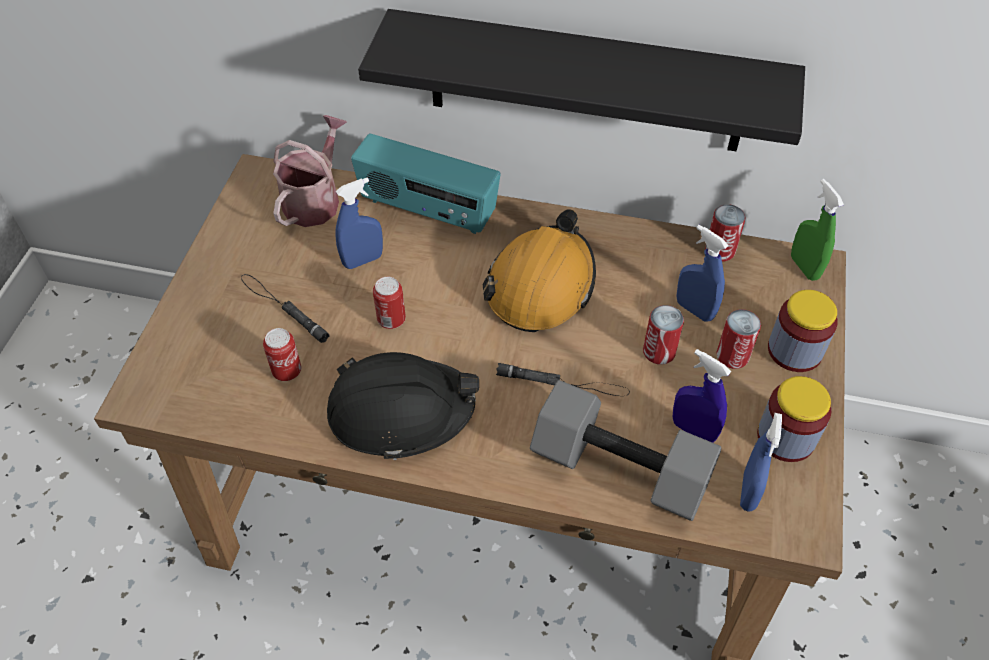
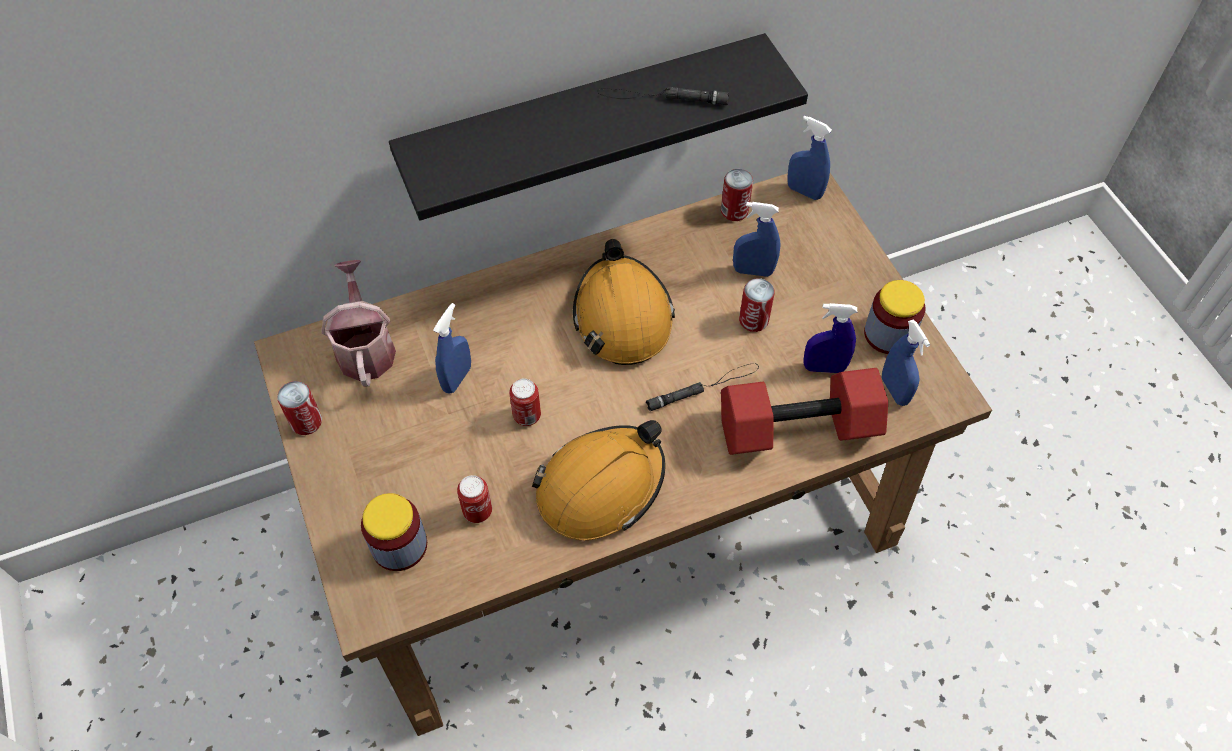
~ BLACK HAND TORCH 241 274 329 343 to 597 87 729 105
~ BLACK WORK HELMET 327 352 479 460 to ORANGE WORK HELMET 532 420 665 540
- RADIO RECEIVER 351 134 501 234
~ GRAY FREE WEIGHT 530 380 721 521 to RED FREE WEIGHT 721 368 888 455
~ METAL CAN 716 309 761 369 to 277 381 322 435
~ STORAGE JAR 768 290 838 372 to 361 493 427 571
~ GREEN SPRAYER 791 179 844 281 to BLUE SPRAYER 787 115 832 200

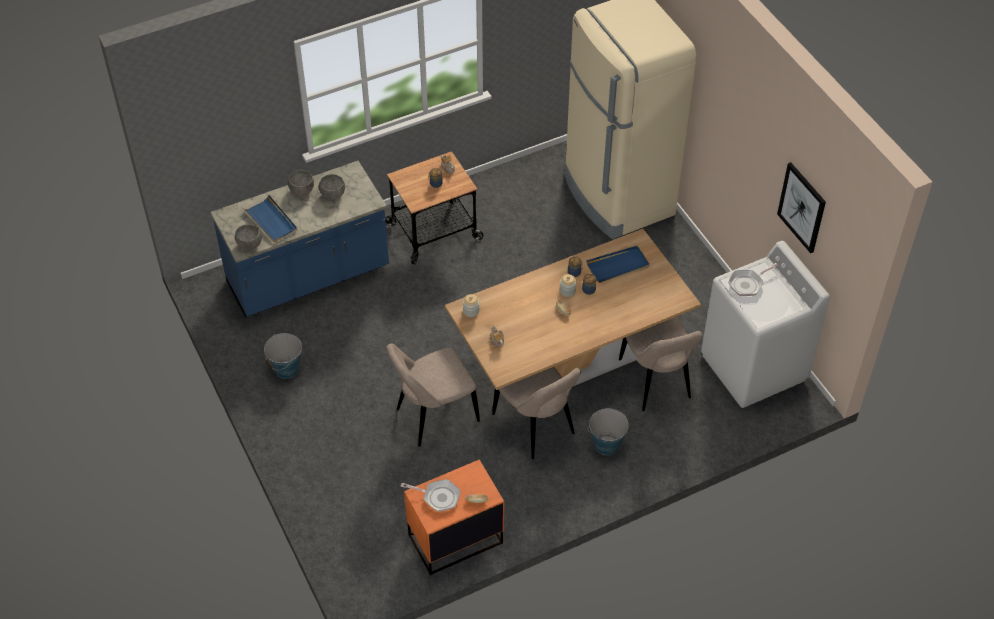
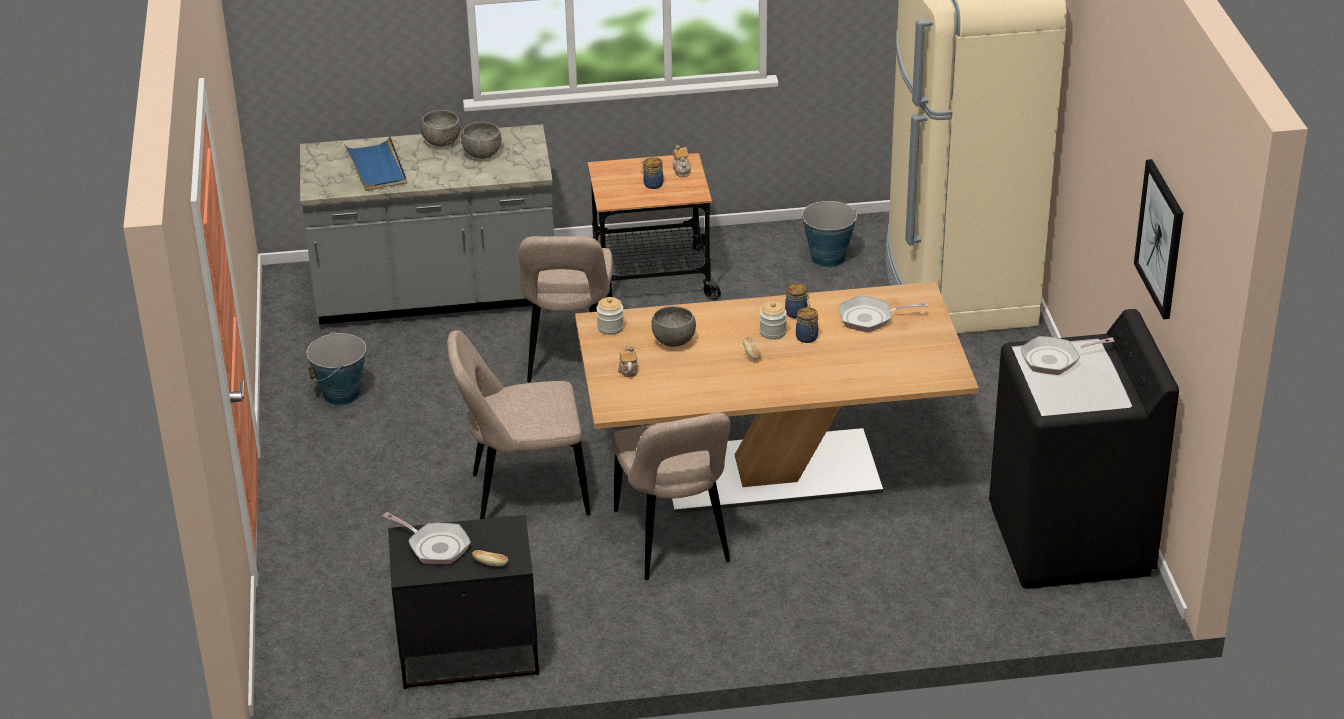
~ BLUE KITCHEN COUNTER 210 161 389 318 to GRAY KITCHEN COUNTER 300 124 554 325
~ GRAY BOWL 235 224 262 250 to 651 306 696 347
~ ORANGE NIGHTSTAND 404 459 504 575 to BLACK NIGHTSTAND 388 515 539 689
~ BLUE CARRYING TRAY 586 246 650 283 to PAN 839 296 928 332
~ WATER BUCKET 588 408 629 455 to 800 201 857 268
~ BEIGE-COLOURED UPRIGHT CHAIR 619 317 703 411 to 519 236 613 382
~ WHITE-COLOURED WASHING MACHINE 701 241 830 408 to BLACK WASHING MACHINE 989 309 1179 589

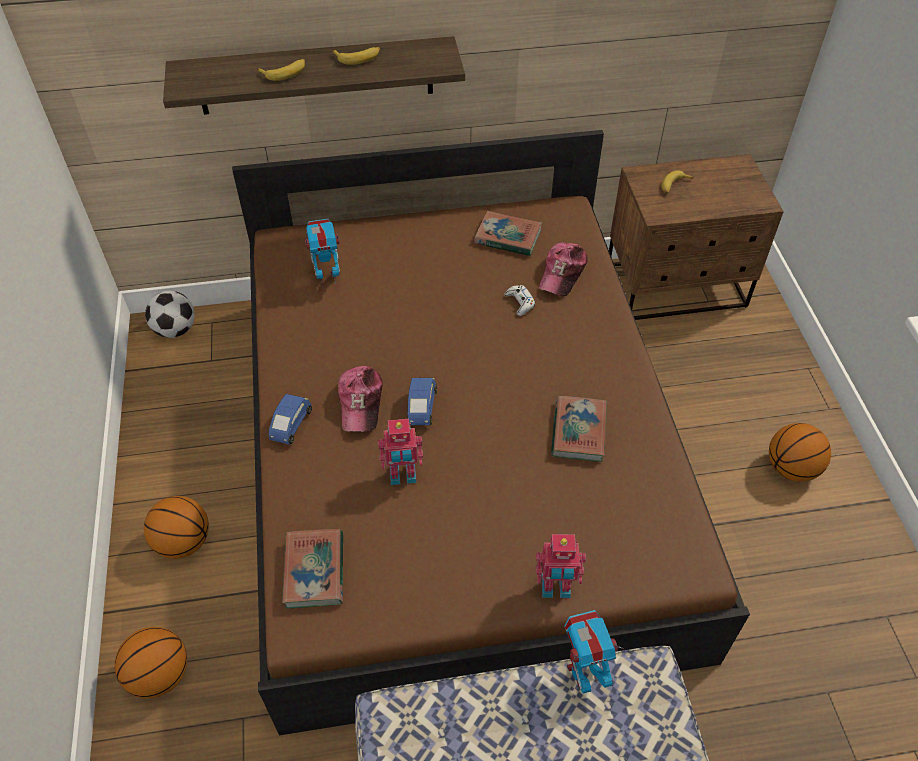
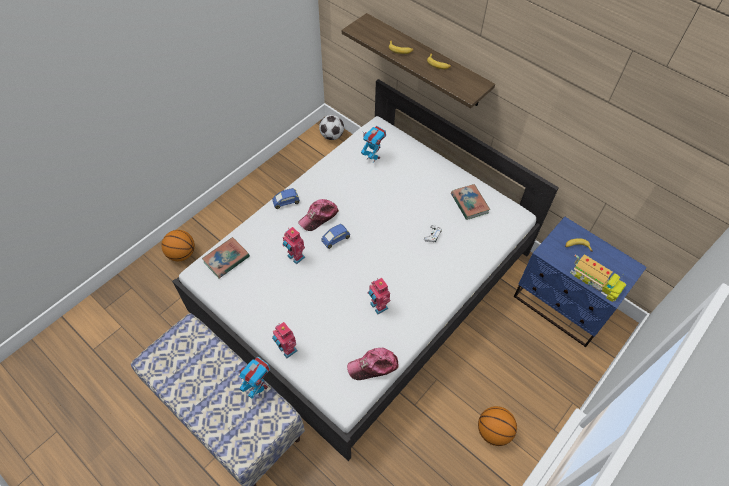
- BASKETBALL 144 496 209 559
~ BROWNISH SLEEPING BED 232 130 750 736 to WHITE-COLOURED SLEEPING BED 172 79 559 461
~ PEAKED CAP 539 243 588 296 to 347 348 399 380
~ BOUND BOOK 551 396 607 462 to MODEL ROBOT 368 278 390 315
~ BROWNISH NIGHTSTAND 609 154 784 320 to BLUE NIGHTSTAND 514 217 647 347
+ MODEL TRUCK 570 254 626 302

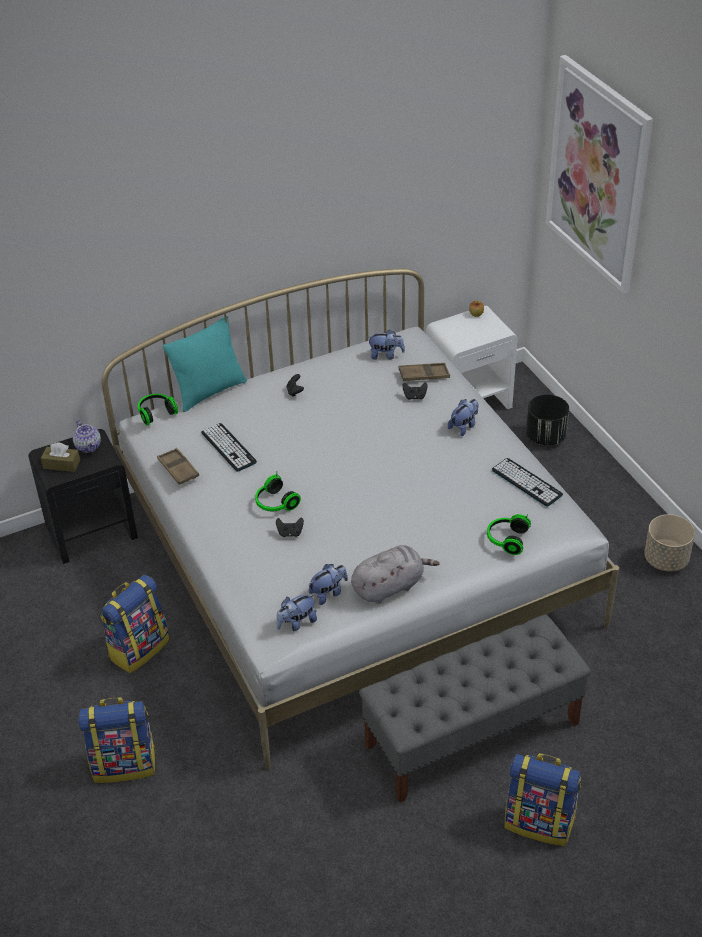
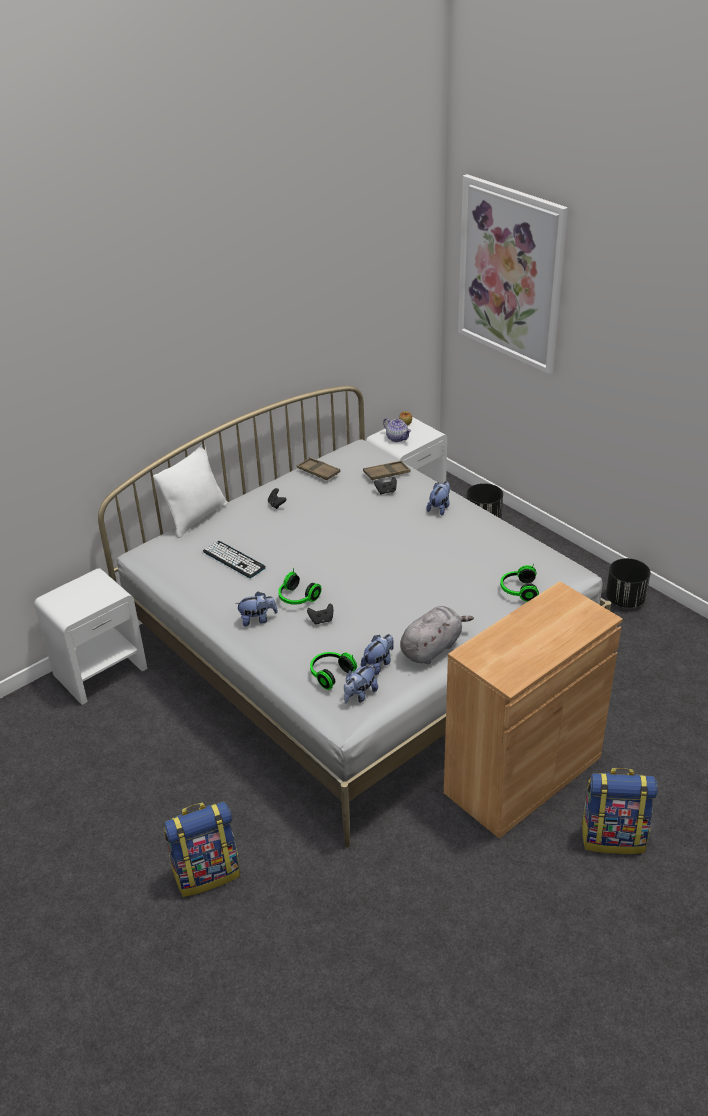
~ BLACK NIGHTSTAND 28 429 138 564 to WHITE-COLOURED NIGHTSTAND 34 568 147 705
- BROWNISH BOX OF TISSUES 41 442 80 472
~ POT FOR TEA 73 420 101 453 to 383 418 411 442
- RUCKSACK 100 574 169 673
~ PAIR OF HEADPHONES 138 394 178 426 to 310 652 357 690
~ BROWNISH CARRYING TRAY 157 448 199 485 to 297 457 340 480
~ TURQUOISE-COLOURED THROW PILLOW 163 316 247 412 to WHITE-COLOURED THROW PILLOW 153 443 228 538
~ GRAY LONG SEAT 359 614 591 803 to BROWNISH STORAGE CABINET 444 581 623 838
~ PLUSH TOY 367 329 405 359 to 235 592 278 627
- KEYBOARD 492 458 563 507
~ BEIGE-COLOURED PLANTER 644 514 695 572 to BLACK PLANTER 606 558 650 608

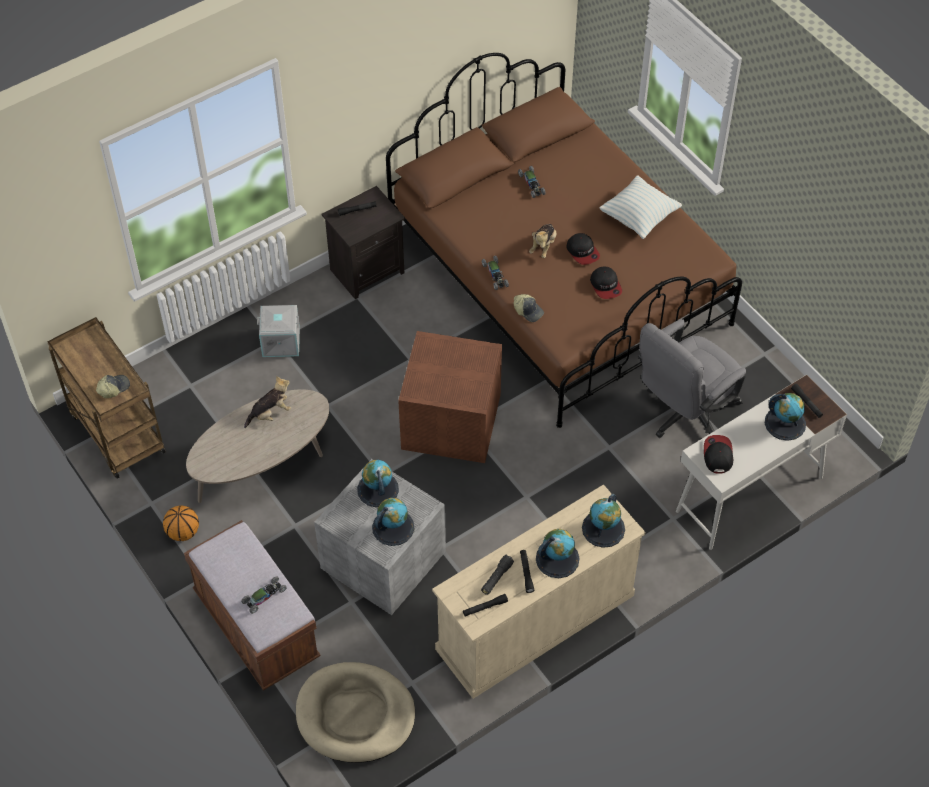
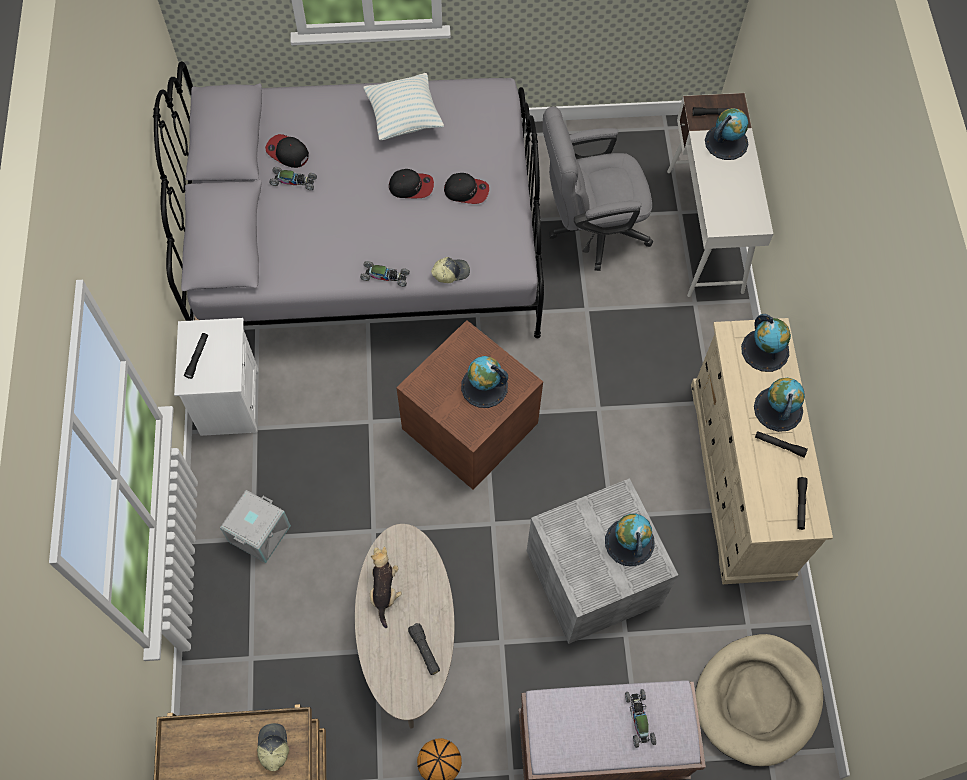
~ BLACK NIGHTSTAND 321 186 405 299 to WHITE-COLOURED NIGHTSTAND 174 318 258 436
~ WORLD GLOBE 357 460 399 507 to 461 356 508 408
~ BROWNISH SLEEPING BED 386 53 742 428 to GRAY SLEEPING BED 153 61 544 338
~ BLACK HAND TORCH 481 555 514 595 to 408 623 440 675
- PLUSH TOY 529 224 557 258
~ GRAY COMPUTER CHAIR 638 319 746 438 = 542 106 653 271 90 degrees clockwise
~ PEAKED CAP 704 435 733 474 to 265 134 309 168

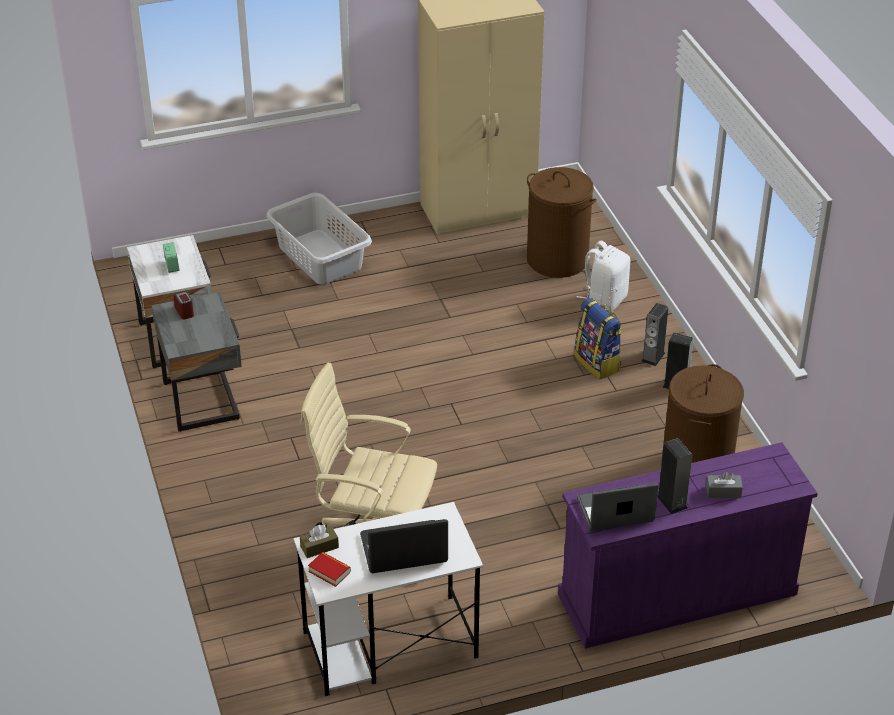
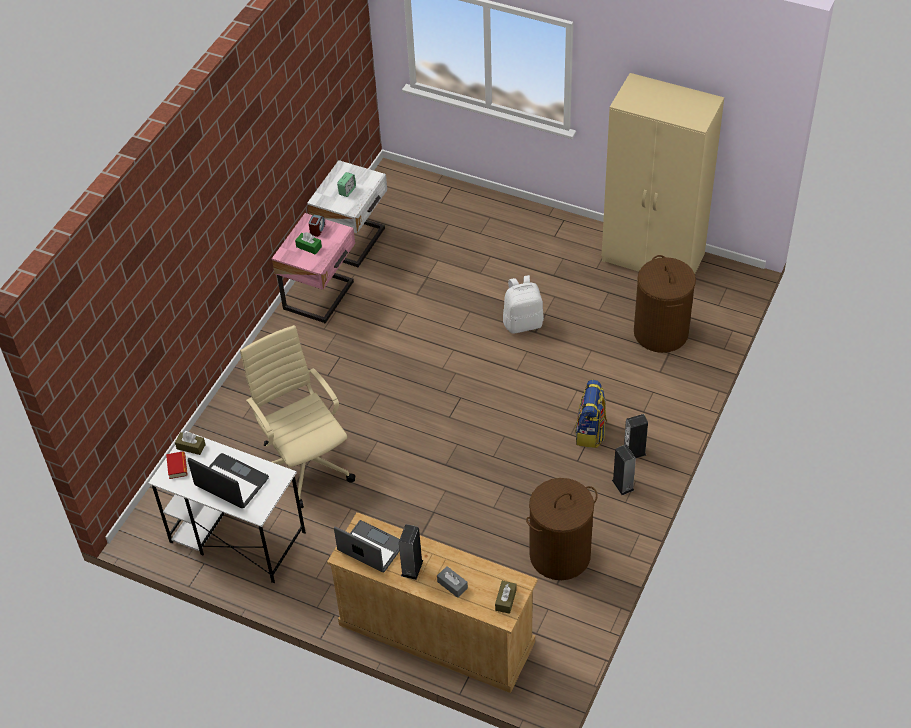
~ GRAY NIGHTSTAND 151 292 242 432 to PINK-COLOURED NIGHTSTAND 272 213 355 323
- GRAY WASHING BASKET 266 193 372 285
~ PURPLE-COLOURED DRAWER CHEST 558 442 818 649 to BEIGE-COLOURED DRAWER CHEST 327 512 538 693
~ WHITE-COLOURED RUCKSACK 577 241 630 313 to 503 275 544 334
+ GREEN BOX OF TISSUES 295 232 322 255
+ BROWNISH BOX OF TISSUES 495 581 517 614

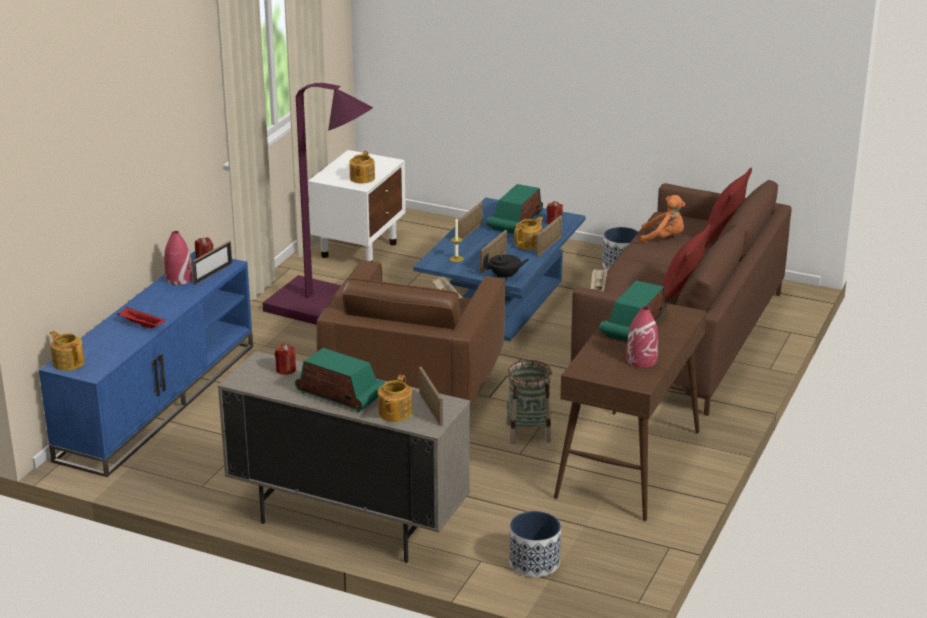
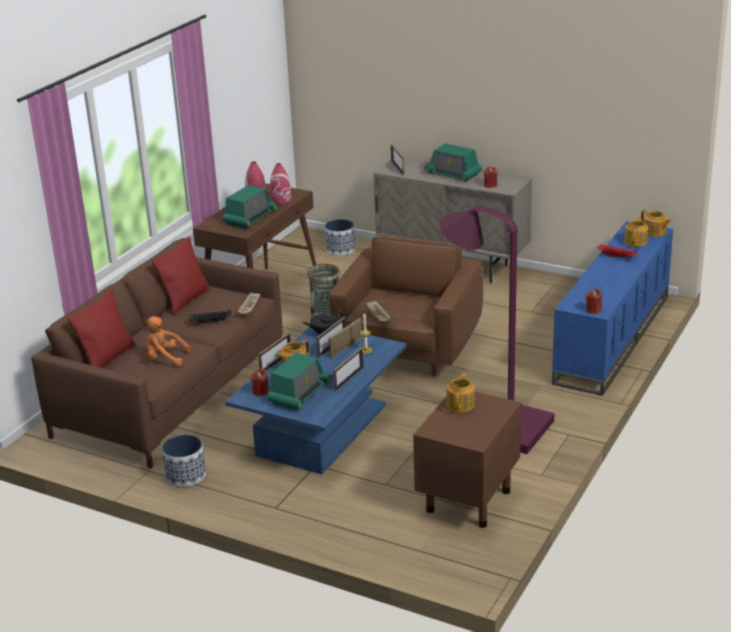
~ RED DECORATIVE VASE 164 231 193 285 to 270 163 291 205
~ STANDING FRAME 192 241 232 285 to 329 318 362 359
~ WHITE-COLOURED NIGHTSTAND 308 150 406 261 to BROWNISH NIGHTSTAND 413 392 521 528
~ POT FOR TEA 378 375 413 422 to 624 217 648 247
+ BLACK CARRYING TRAY 188 310 232 323

